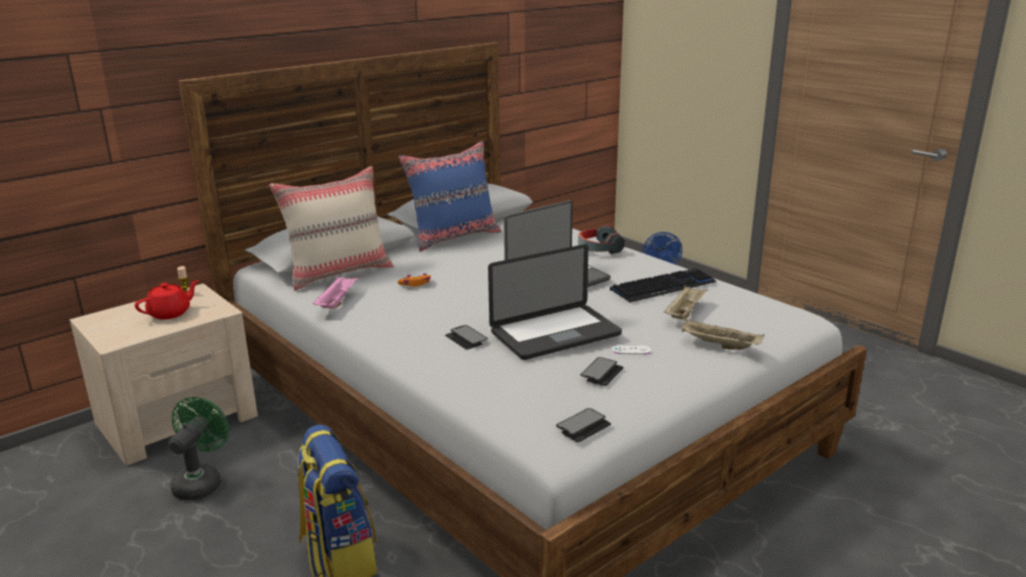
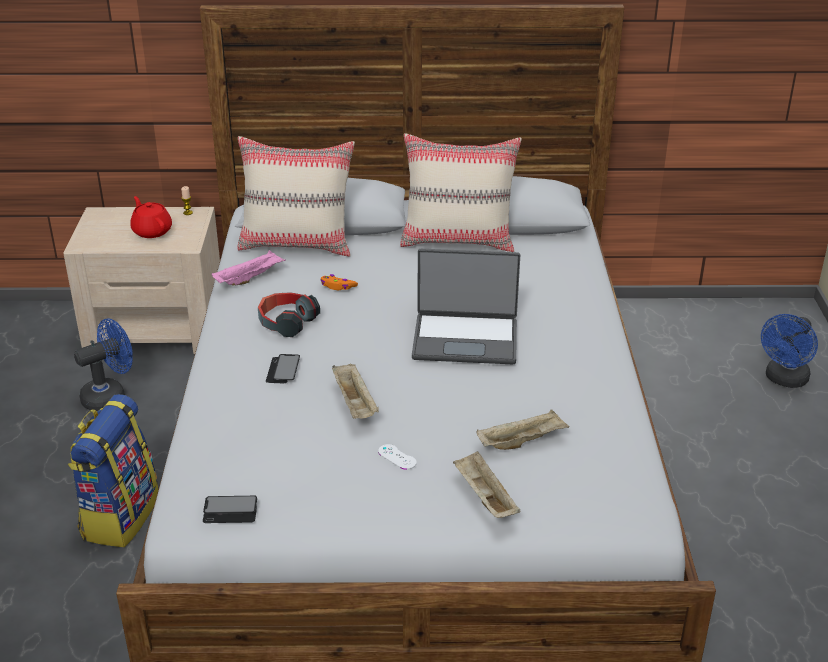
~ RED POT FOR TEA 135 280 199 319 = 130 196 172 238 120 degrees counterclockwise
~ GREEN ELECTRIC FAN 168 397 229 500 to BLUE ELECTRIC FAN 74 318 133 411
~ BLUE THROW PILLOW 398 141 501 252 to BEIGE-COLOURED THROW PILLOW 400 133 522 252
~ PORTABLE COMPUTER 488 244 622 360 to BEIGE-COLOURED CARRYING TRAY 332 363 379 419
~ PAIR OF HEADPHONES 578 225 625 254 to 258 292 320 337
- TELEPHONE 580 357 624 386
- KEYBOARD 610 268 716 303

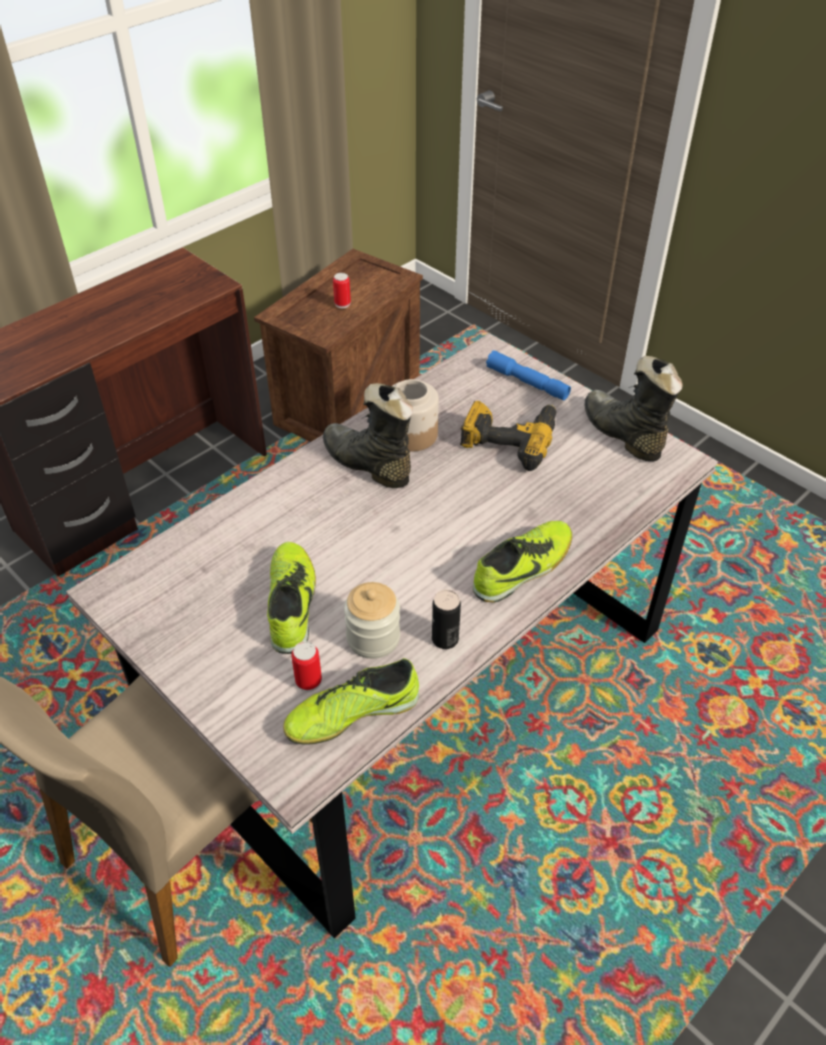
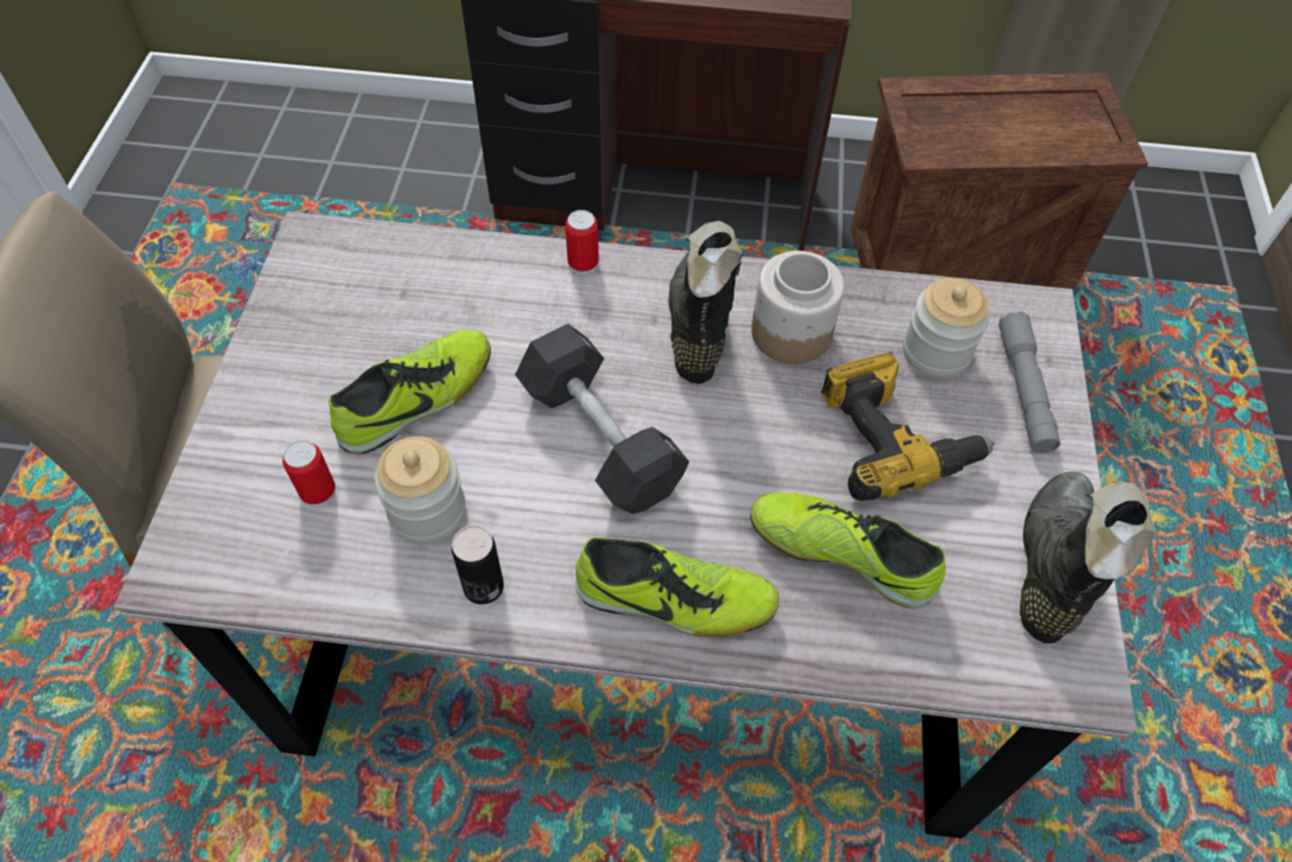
~ ITEM OF FOOTWEAR 283 658 419 745 to 750 492 946 609
~ METAL CAN 333 273 351 308 to 565 210 599 274
~ BLUE HAND TORCH 486 350 571 400 to GRAY HAND TORCH 999 311 1060 453
+ BLACK FREE WEIGHT 515 324 689 514
+ STORAGE JAR 903 278 990 378

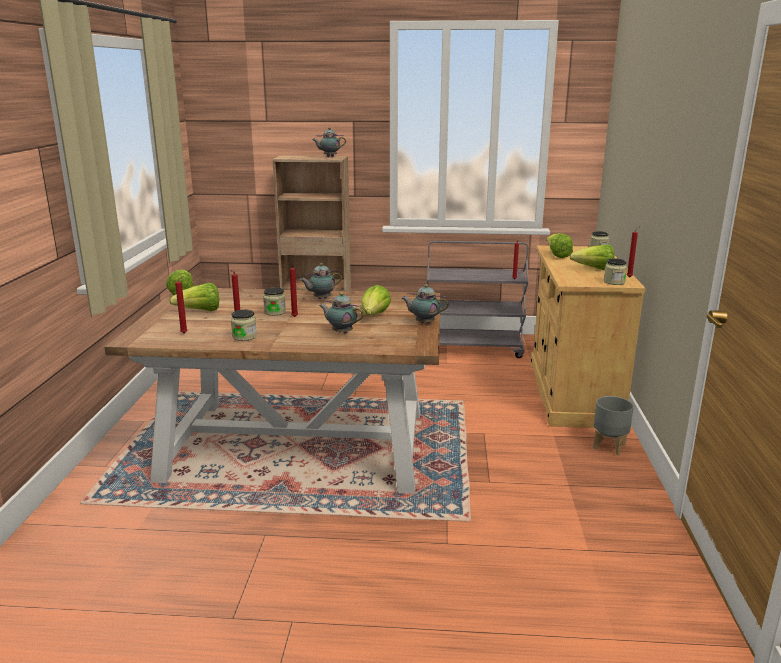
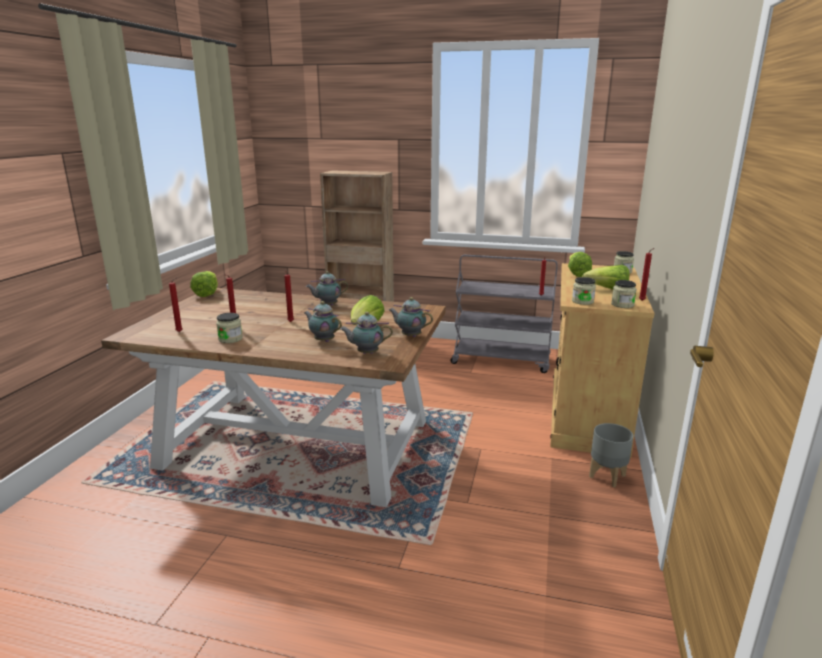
- LETTUCE HEAD 169 283 219 311
~ STORAGE JAR 263 287 286 316 to 572 277 596 305
~ POT FOR TEA 312 128 346 157 to 340 312 393 354

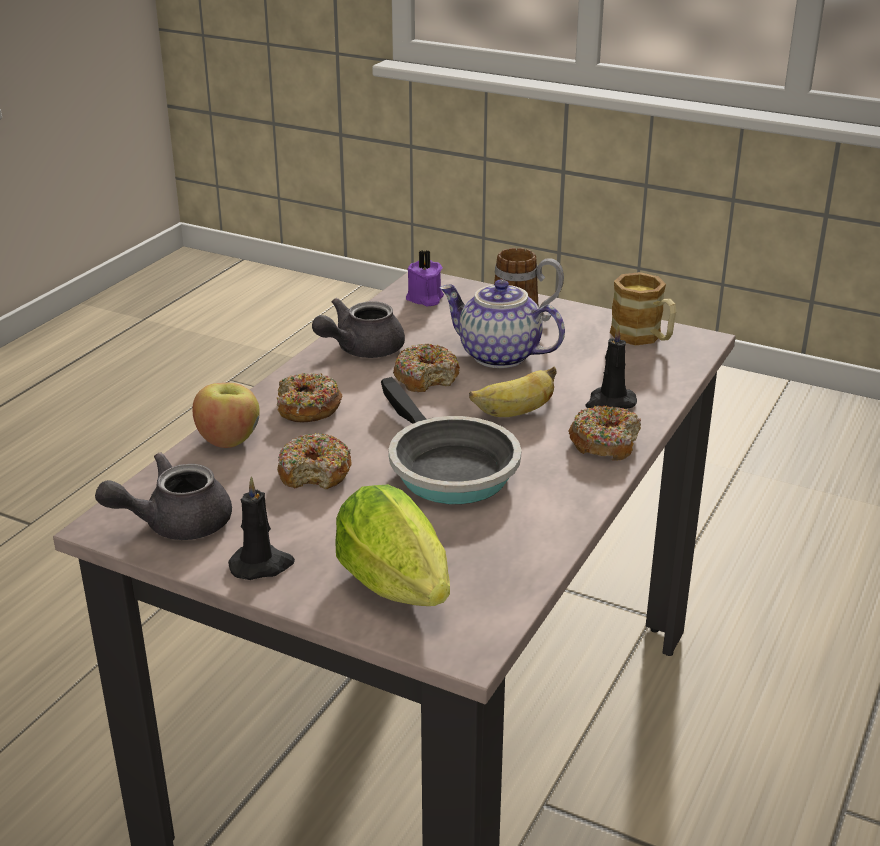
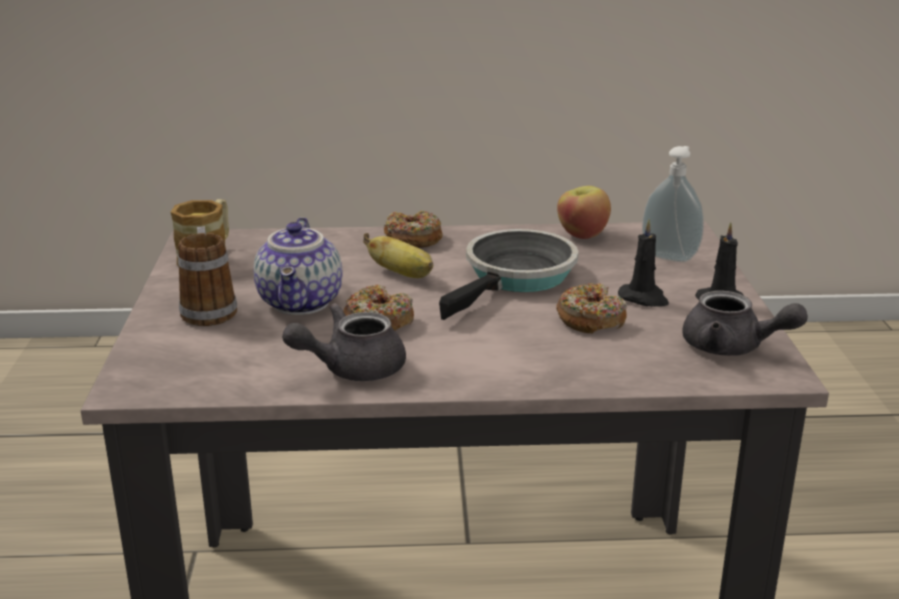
~ APPLE 192 383 260 448 to 557 186 611 239
- RING DOUGHNUT 277 373 342 422
~ GRAY POT FOR TEA 312 298 405 358 = 282 303 406 381 135 degrees clockwise
~ LETTUCE HEAD 335 485 450 606 to SOAP BOTTLE 642 146 704 262
- PURPLE-COLOURED WAX CANDLE 406 250 444 306
~ BLACK WAX CANDLE 585 325 637 409 to 618 219 669 307

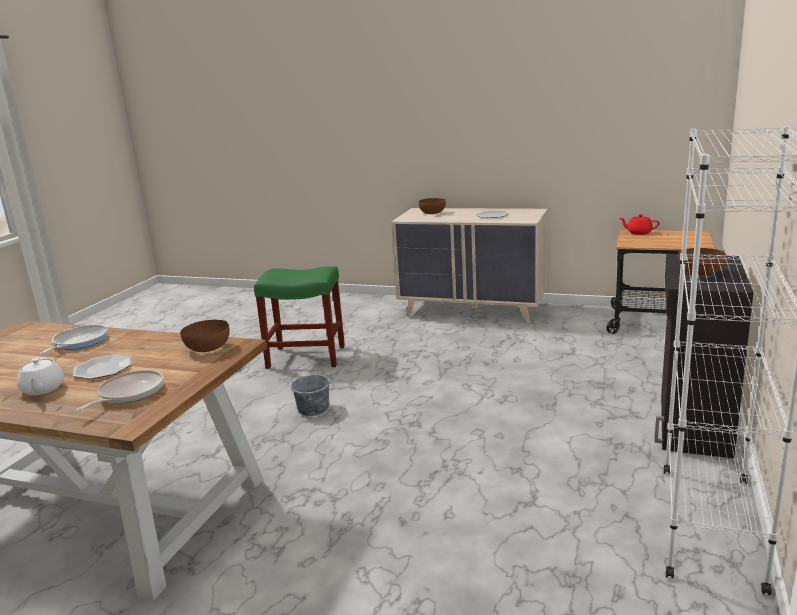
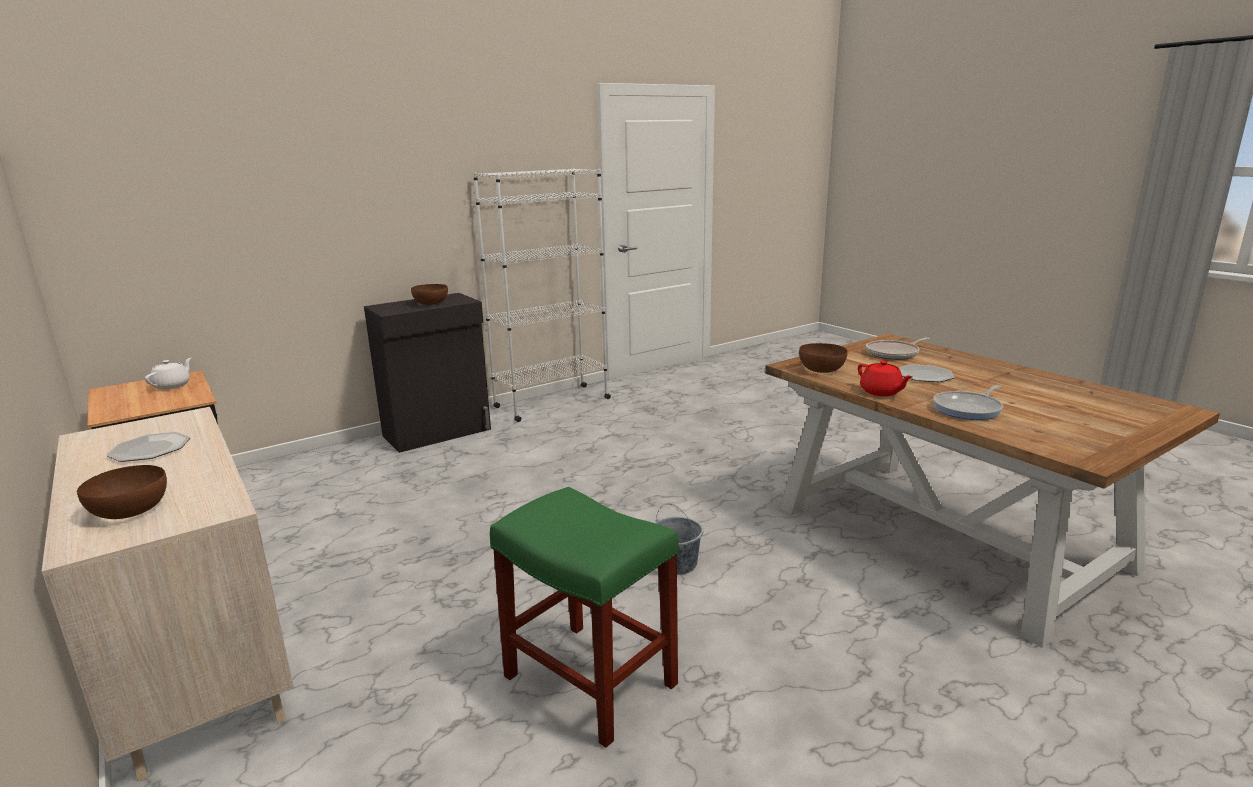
~ WHITE-COLOURED POT FOR TEA 17 358 64 395 to 145 358 191 390
~ RED POT FOR TEA 620 214 659 235 to 858 360 913 396

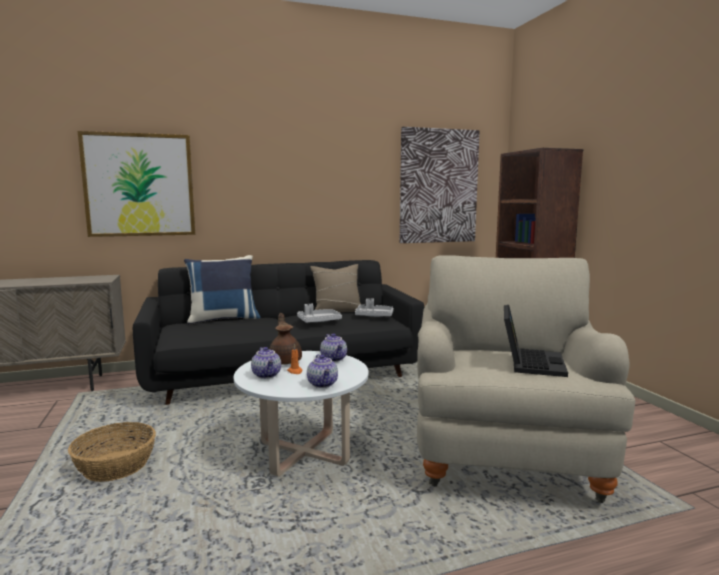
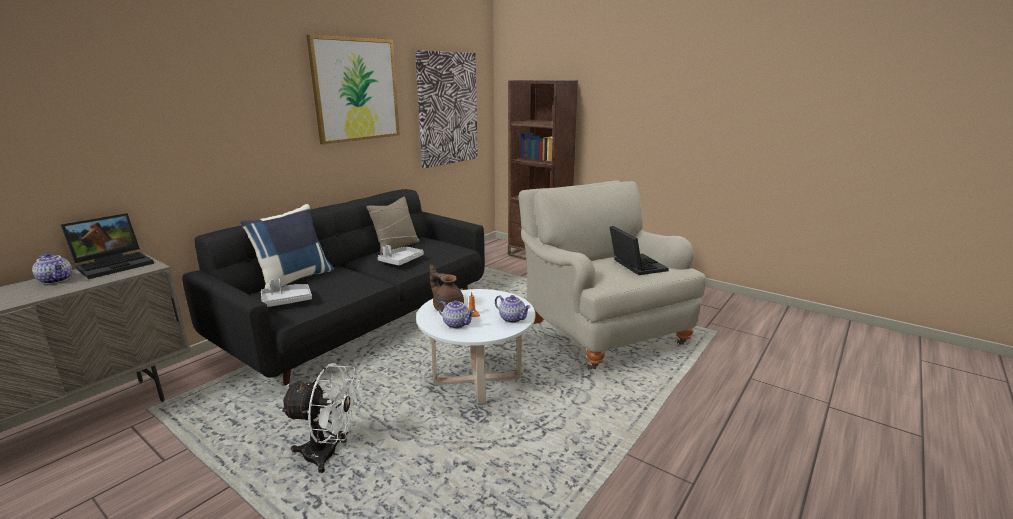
~ BASKET 68 422 156 482 to WHITE-COLOURED ELECTRIC FAN 280 363 360 473
~ PICTURE 78 131 195 237 to 307 35 400 144
~ POT FOR TEA 320 333 347 362 to 32 253 72 284
~ GRAY CARRYING TRAY 355 298 393 317 to 261 279 312 307
+ PORTABLE COMPUTER 61 213 154 279

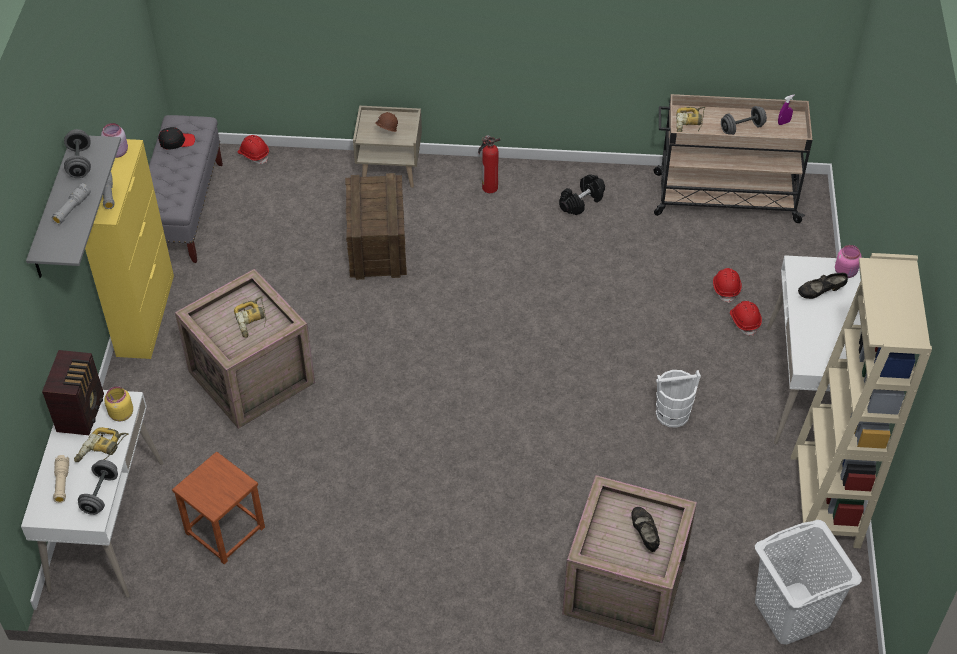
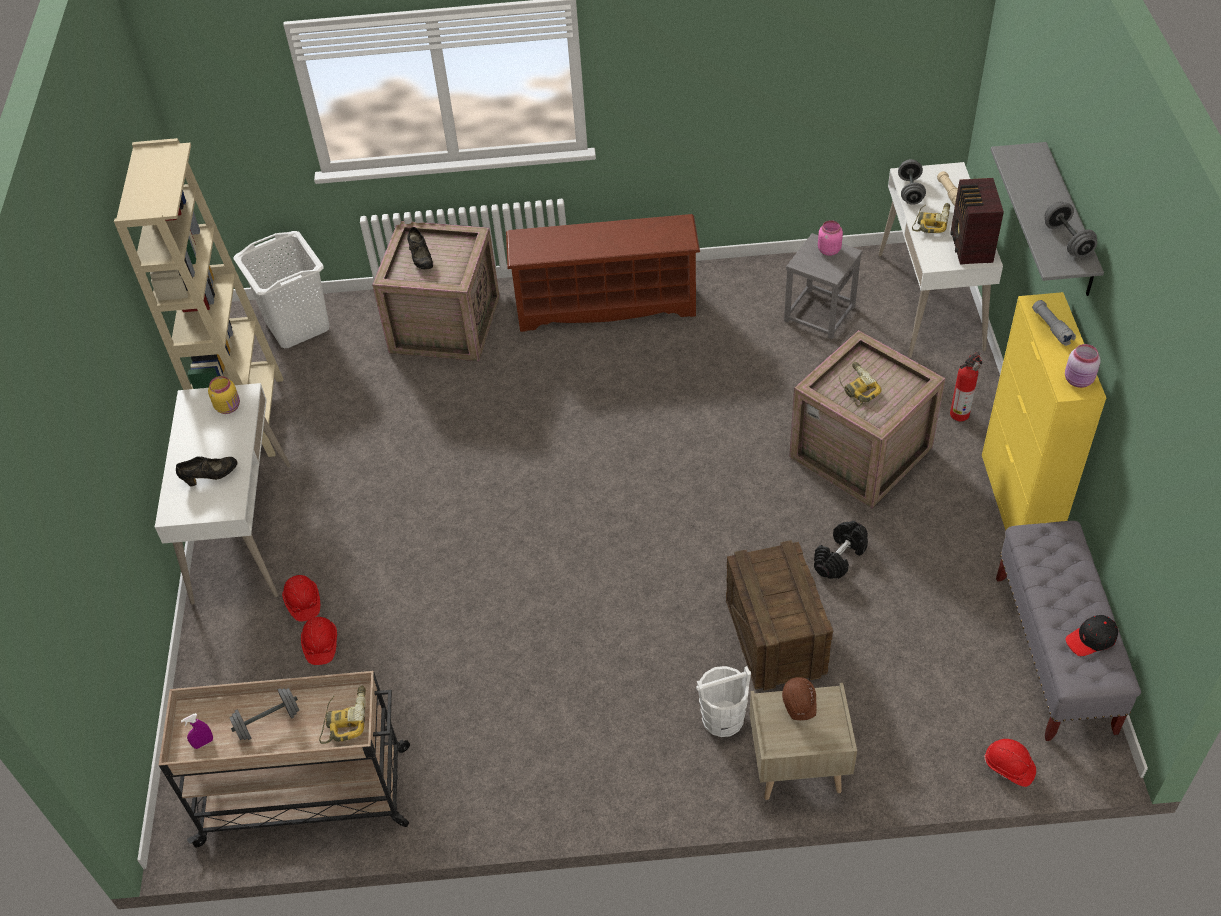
- GRAY HAND TORCH 52 183 91 224
~ YELLOW-COLOURED STORAGE JAR 104 386 133 421 to 208 376 240 414
~ BROWNISH STOOL 172 452 265 564 to GRAY STOOL 784 233 863 339
~ EXTINGUISHER 478 135 500 193 to 950 351 982 421
~ BLACK FREE WEIGHT 559 174 605 215 to 814 521 868 579
~ WHITE-COLOURED WATER BUCKET 656 370 701 428 to 696 666 751 737
~ PINK-COLOURED STORAGE JAR 835 245 862 278 to 818 220 843 256
+ BROWNISH SHOE STAND 506 214 700 332

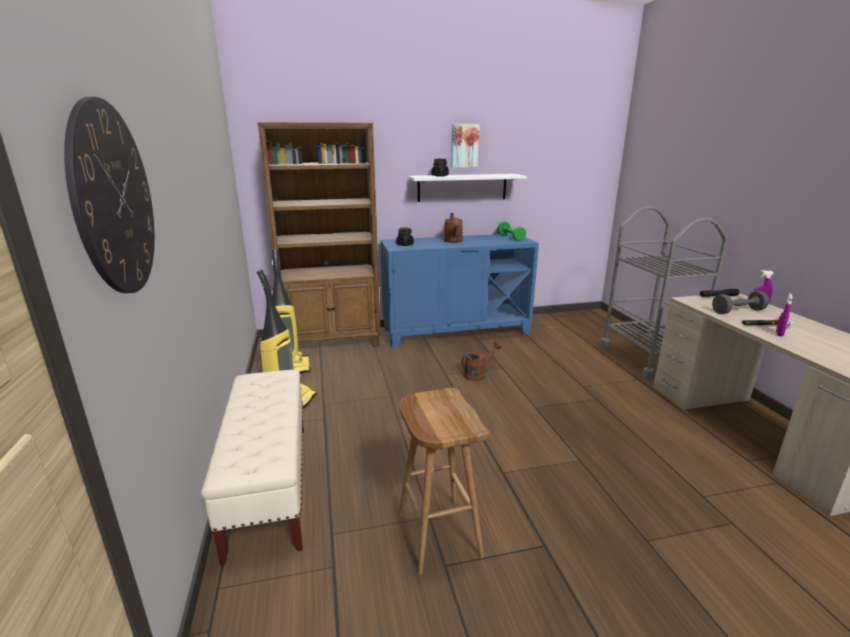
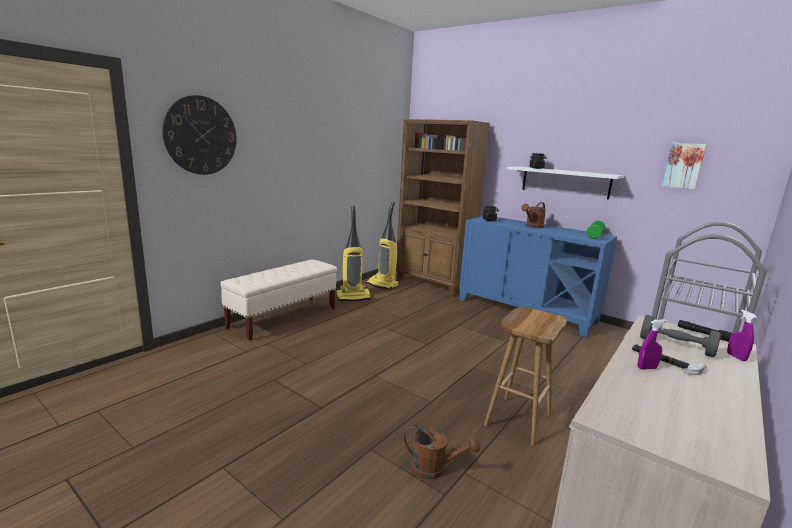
~ BROWNISH STOOL 398 388 490 575 to 484 307 567 446
~ PICTURE 451 124 479 168 to 662 143 707 189
~ BROWNISH SPRINKLING CAN 462 341 501 381 to 404 425 480 479

